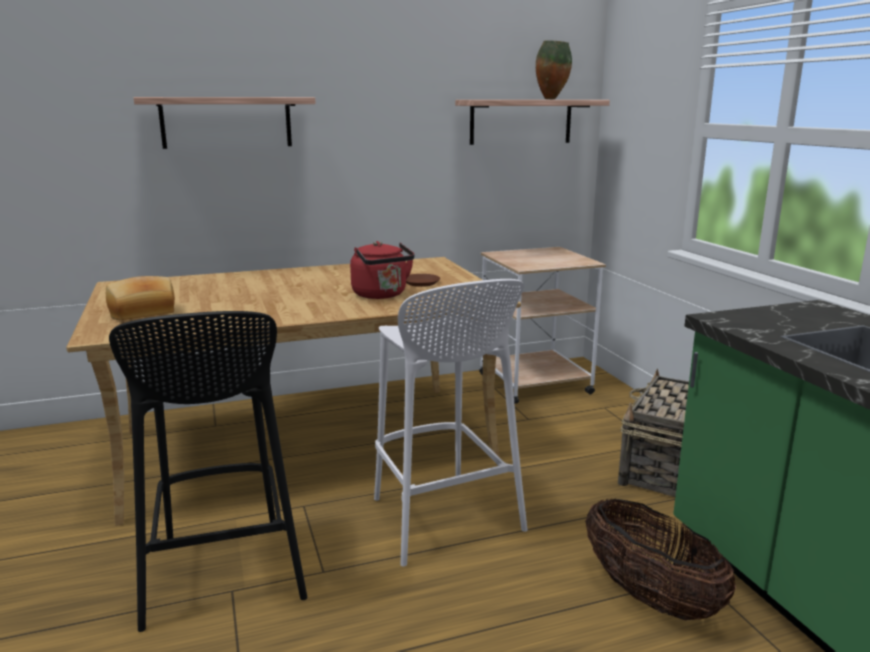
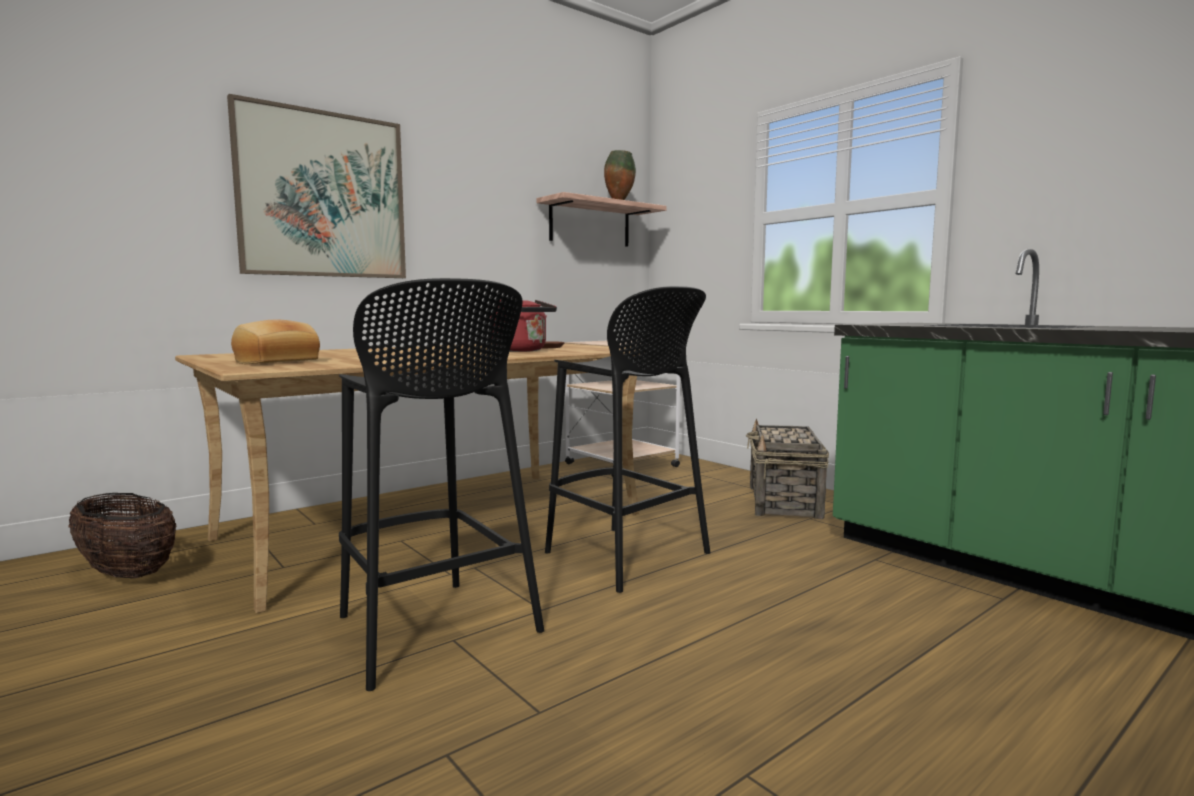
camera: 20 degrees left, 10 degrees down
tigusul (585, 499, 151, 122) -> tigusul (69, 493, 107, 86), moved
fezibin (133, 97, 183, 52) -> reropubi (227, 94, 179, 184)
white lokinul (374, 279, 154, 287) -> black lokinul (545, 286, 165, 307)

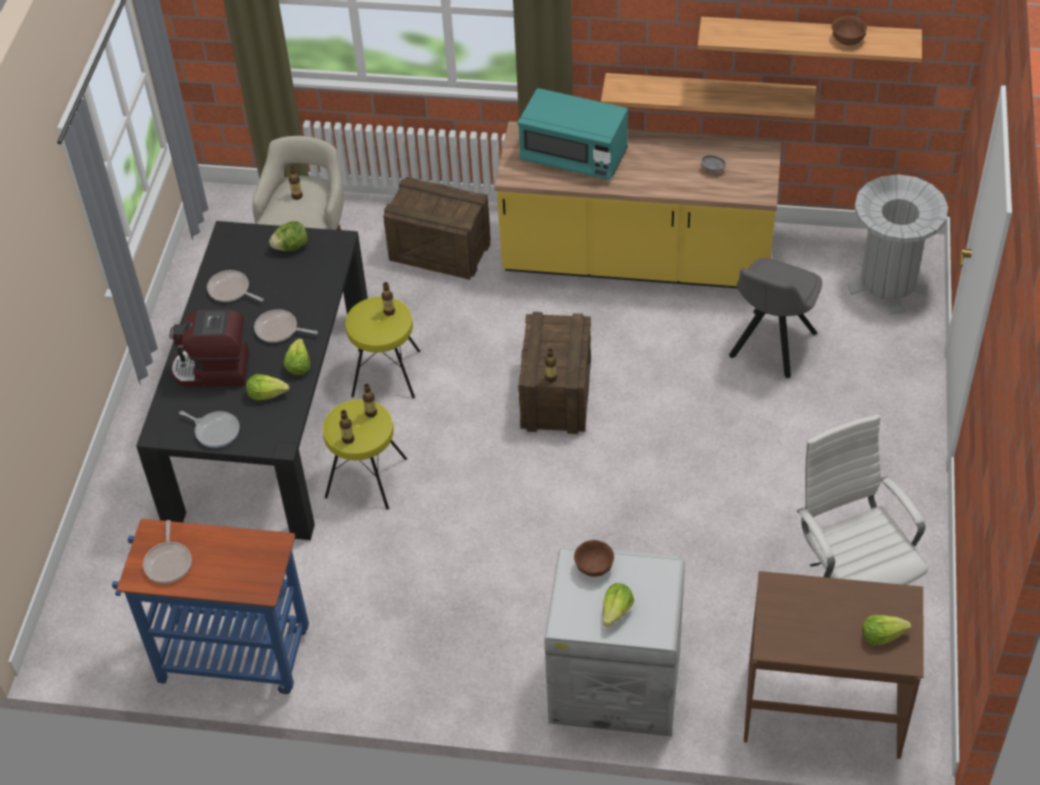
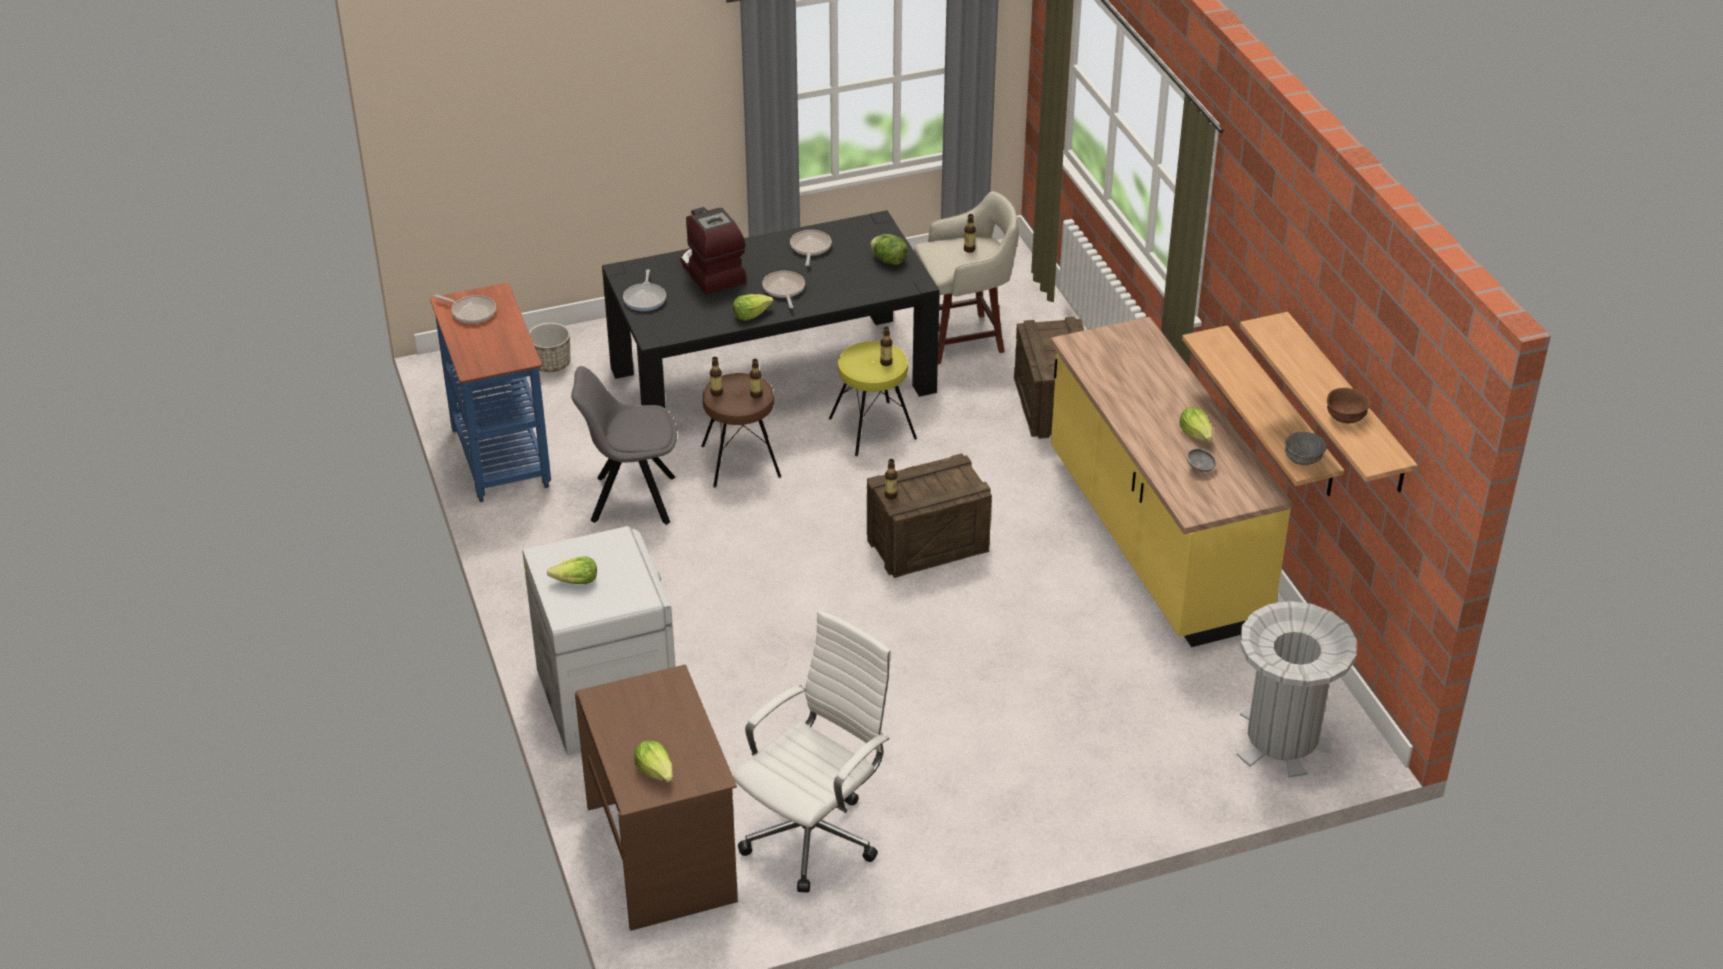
camera: 60 degrees right, 10 degrees down
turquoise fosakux (517, 88, 111, 92) -> none
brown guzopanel (574, 540, 40, 37) -> none
none -> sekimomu (529, 323, 41, 49)
none -> grey guzopanel (1285, 432, 41, 33)
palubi (246, 374, 43, 26) -> palubi (1180, 407, 33, 35), moved
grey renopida (729, 258, 93, 120) -> grey renopida (571, 366, 106, 159), moved
yellow lokinul (323, 399, 84, 111) -> brown lokinul (701, 373, 80, 115)
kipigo (143, 520, 49, 63) -> kipigo (434, 294, 62, 30), 120 degrees counterclockwise

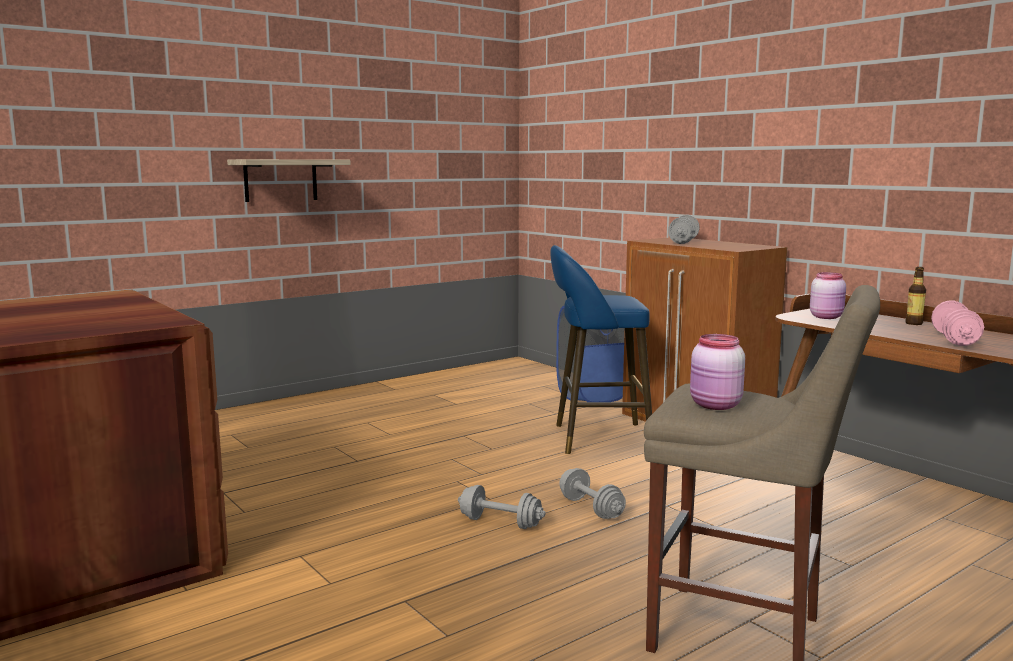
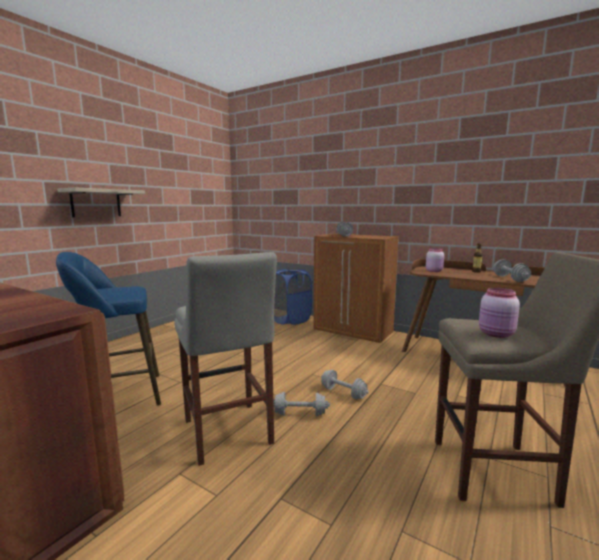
camera: 20 degrees left, 0 degrees up
none -> grey lokinul (174, 252, 103, 214)
blue lokinul (550, 245, 102, 209) -> blue lokinul (56, 252, 105, 154), moved
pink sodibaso (931, 301, 53, 45) -> grey sodibaso (493, 259, 38, 23)

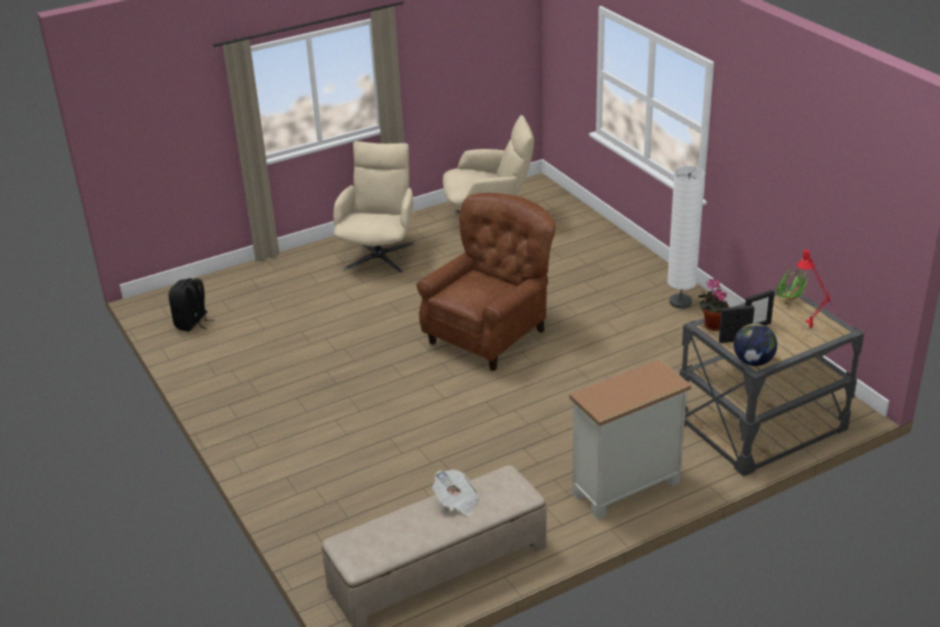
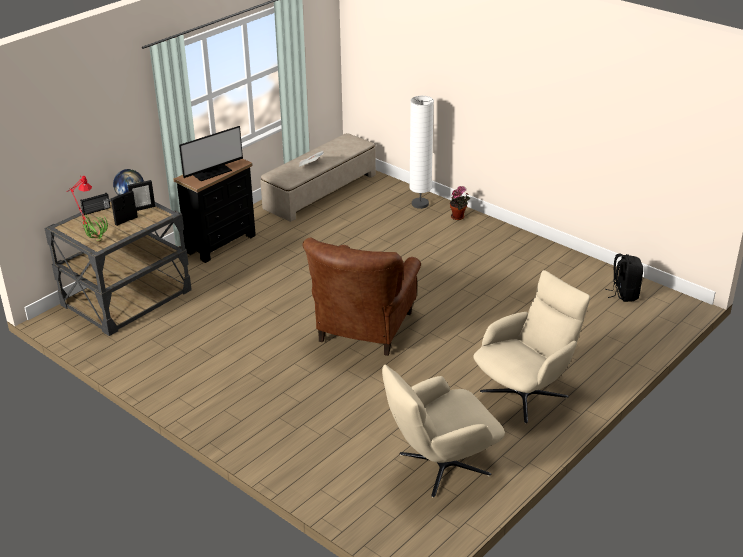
camera: 160 degrees right, 0 degrees up
none -> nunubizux (80, 193, 31, 22)
none -> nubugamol (179, 126, 64, 55)
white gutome (667, 166, 38, 143) -> white gutome (409, 96, 25, 113), moved
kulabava (698, 279, 31, 52) -> kulabava (450, 186, 20, 34), moved
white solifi (569, 359, 123, 160) -> black solifi (174, 159, 82, 104)
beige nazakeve (334, 141, 79, 133) -> beige nazakeve (473, 270, 117, 153), 120 degrees counterclockwise

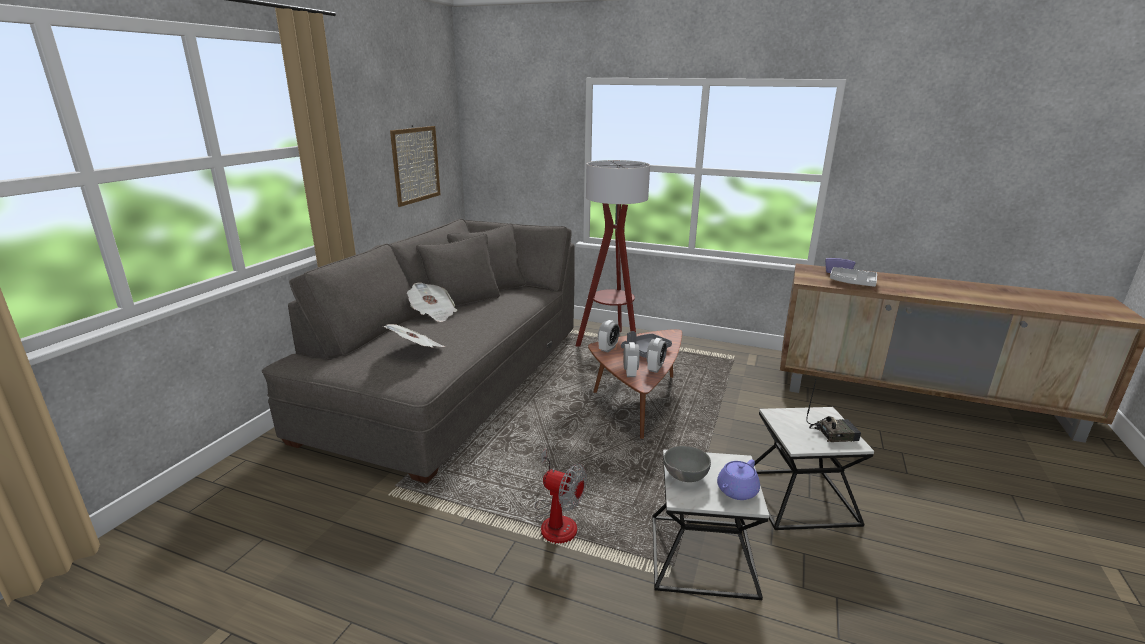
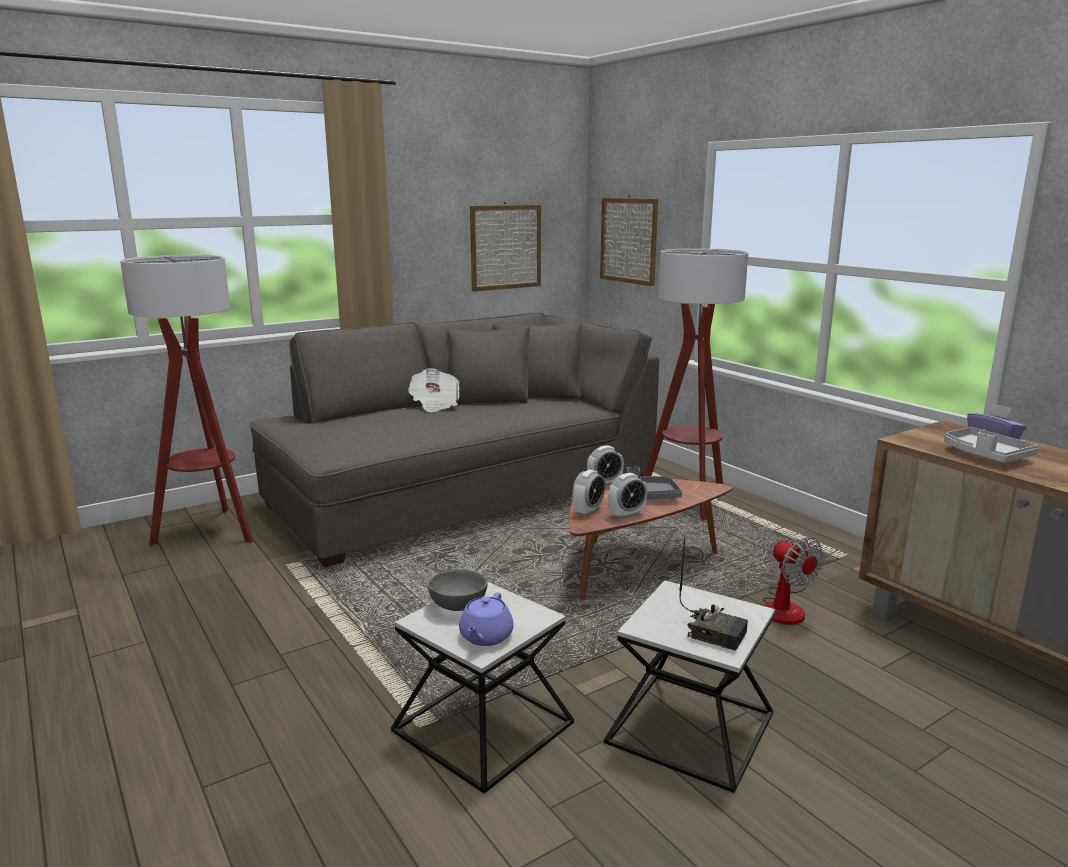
camera: 35 degrees right, 5 degrees down
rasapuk (383, 324, 62, 24) -> none
none -> gutome (120, 255, 133, 291)
none -> reropubi (600, 195, 58, 91)
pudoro (535, 449, 52, 95) -> pudoro (763, 537, 61, 88), moved
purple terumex (717, 459, 43, 41) -> purple terumex (459, 593, 55, 53), 60 degrees counterclockwise

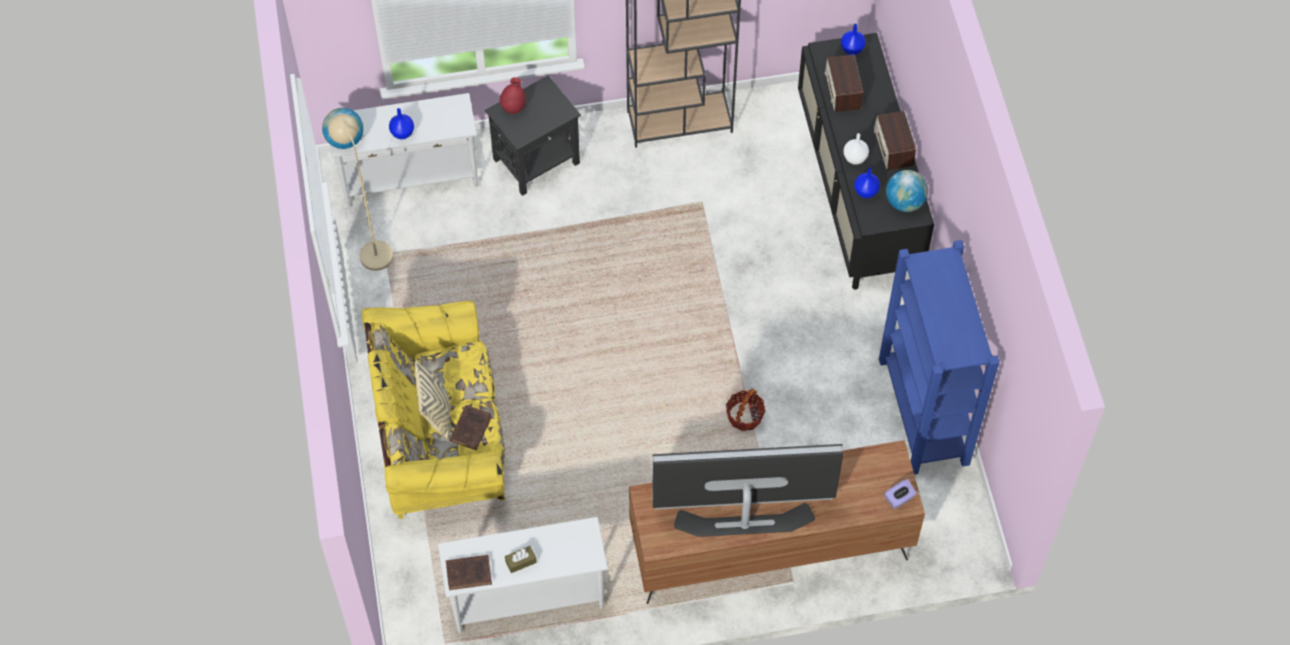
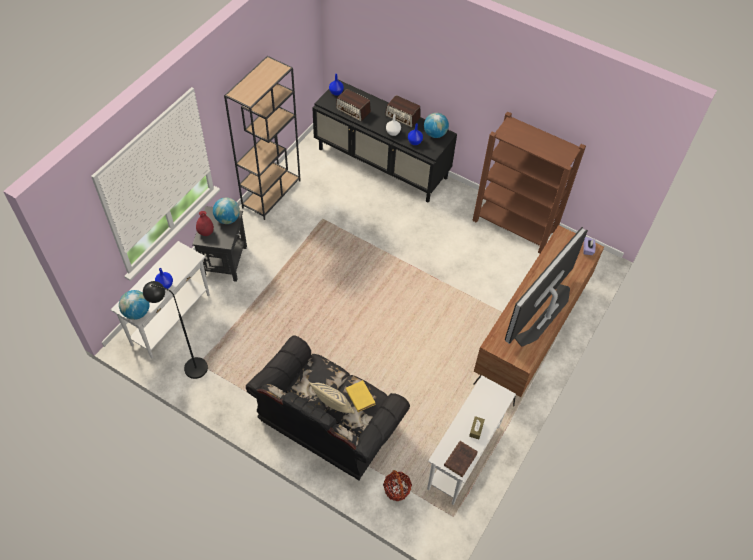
camera: 50 degrees left, 5 degrees down
none -> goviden (213, 197, 27, 27)
tigusul (726, 388, 39, 43) -> tigusul (383, 470, 29, 31), moved
beige gutome (328, 114, 65, 157) -> black gutome (143, 281, 65, 98)
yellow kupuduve (362, 301, 143, 218) -> black kupuduve (246, 336, 164, 145)
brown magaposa (450, 405, 42, 45) -> yellow magaposa (346, 380, 30, 32)
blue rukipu (879, 240, 120, 235) -> brown rukipu (473, 112, 113, 141)

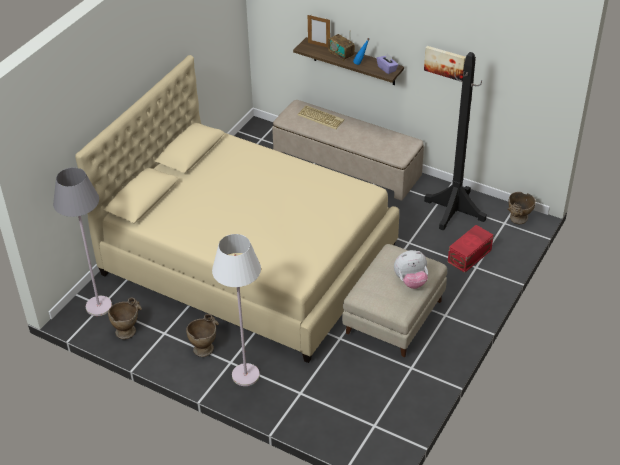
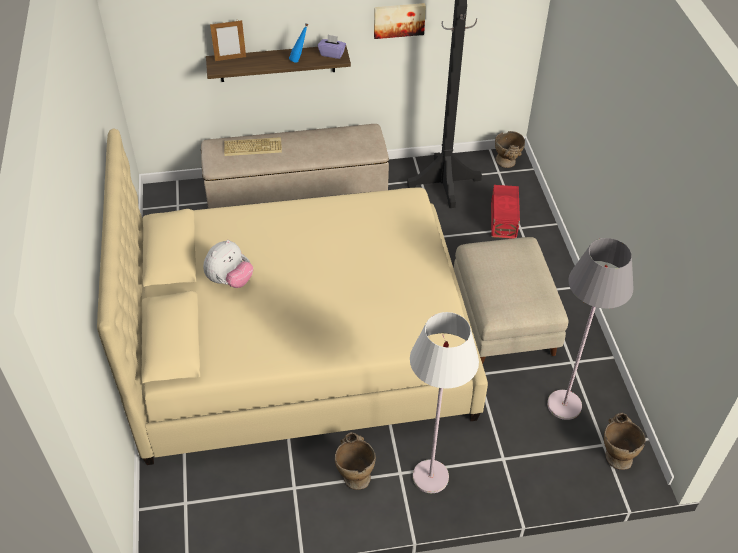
camera: 40 degrees left, 5 degrees up
nunubizux (328, 34, 27, 28) -> none
grey gutome (53, 167, 59, 149) -> grey gutome (547, 238, 86, 182), moved
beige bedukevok (108, 298, 34, 42) -> beige bedukevok (604, 413, 42, 57), moved
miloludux (394, 250, 34, 39) -> miloludux (203, 240, 50, 48), moved

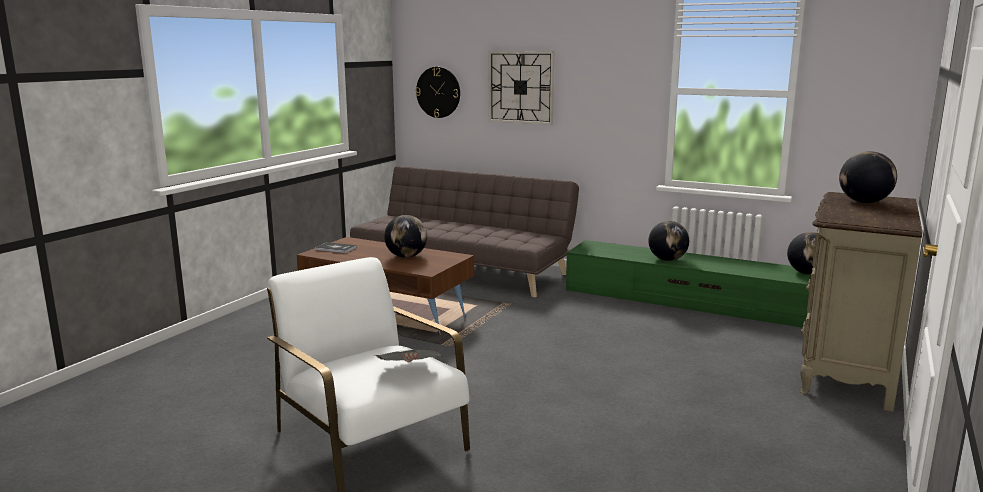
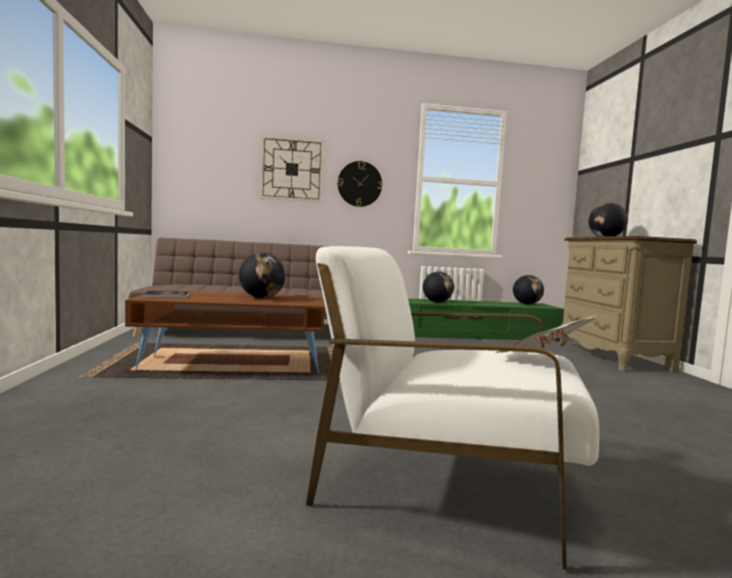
camera: 35 degrees left, 10 degrees down
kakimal (416, 67, 44, 51) -> kakimal (338, 161, 44, 46), moved

